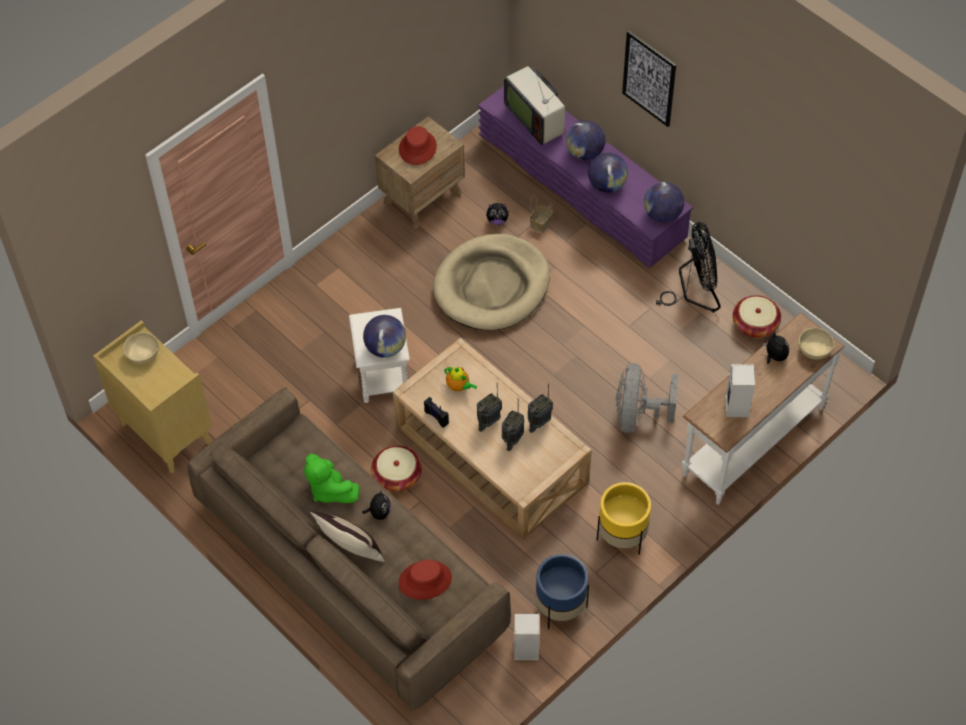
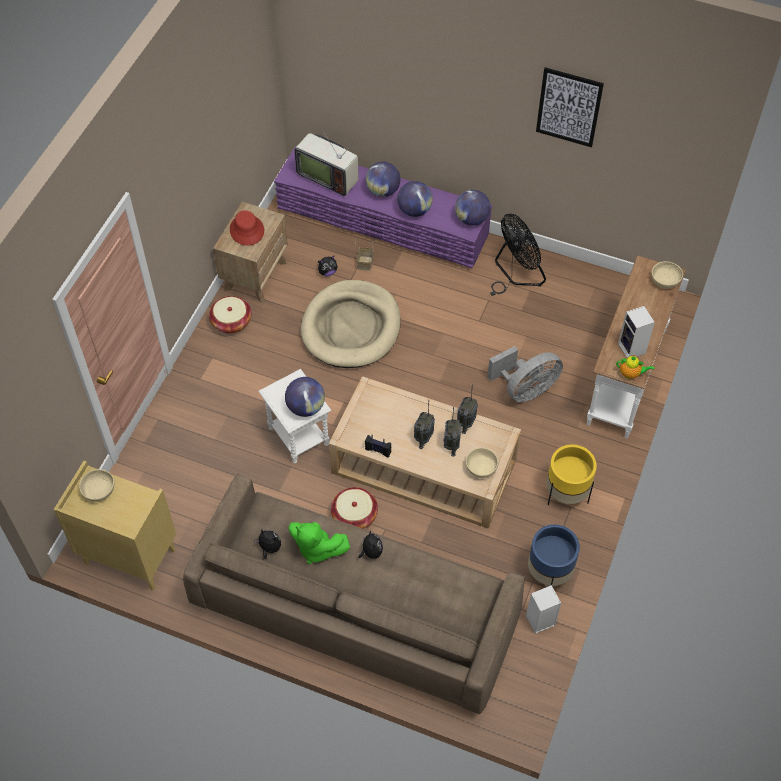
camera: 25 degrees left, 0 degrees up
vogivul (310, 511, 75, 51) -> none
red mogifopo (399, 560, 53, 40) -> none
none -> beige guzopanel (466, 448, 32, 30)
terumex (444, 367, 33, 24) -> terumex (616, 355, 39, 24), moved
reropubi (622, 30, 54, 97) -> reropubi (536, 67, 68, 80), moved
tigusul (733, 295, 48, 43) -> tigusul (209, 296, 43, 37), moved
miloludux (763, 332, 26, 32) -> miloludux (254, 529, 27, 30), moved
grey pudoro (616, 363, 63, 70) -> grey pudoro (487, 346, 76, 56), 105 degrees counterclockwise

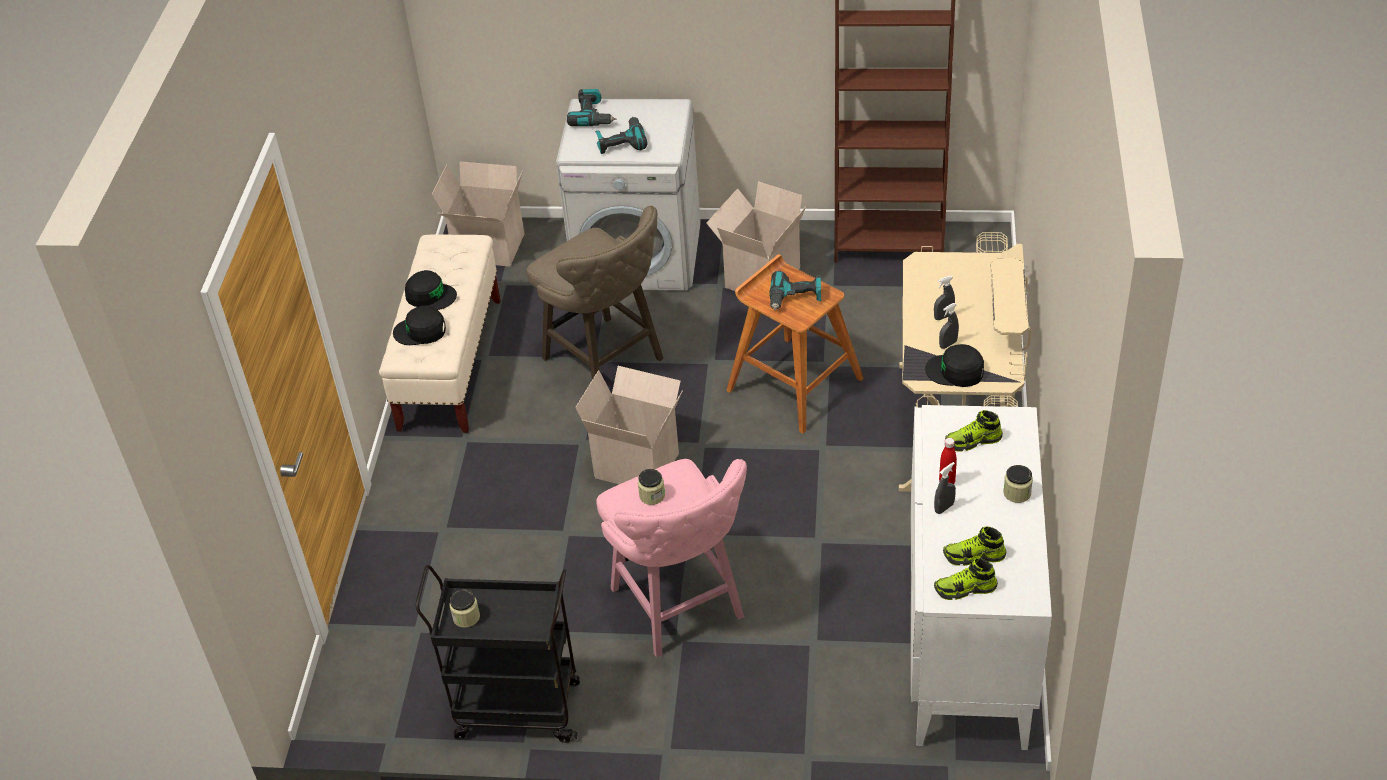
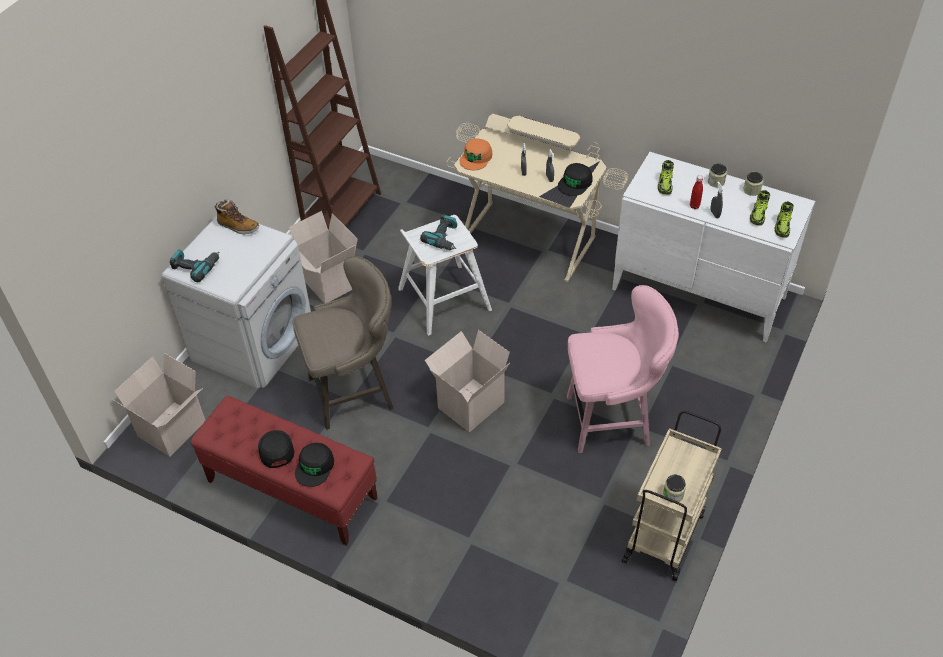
camera: 70 degrees left, 5 degrees up
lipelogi (595, 117, 53, 37) -> none
none -> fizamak (214, 200, 45, 35)
none -> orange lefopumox (459, 138, 33, 32)
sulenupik (638, 469, 27, 36) -> sulenupik (743, 172, 20, 24), moved
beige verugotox (379, 234, 122, 199) -> red verugotox (191, 396, 187, 149)
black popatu (416, 565, 164, 178) -> beige popatu (622, 411, 100, 170)
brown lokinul (726, 254, 138, 180) -> white lokinul (398, 215, 94, 121)
black lefopumox (405, 270, 52, 40) -> black lefopumox (258, 430, 36, 38), 60 degrees counterclockwise

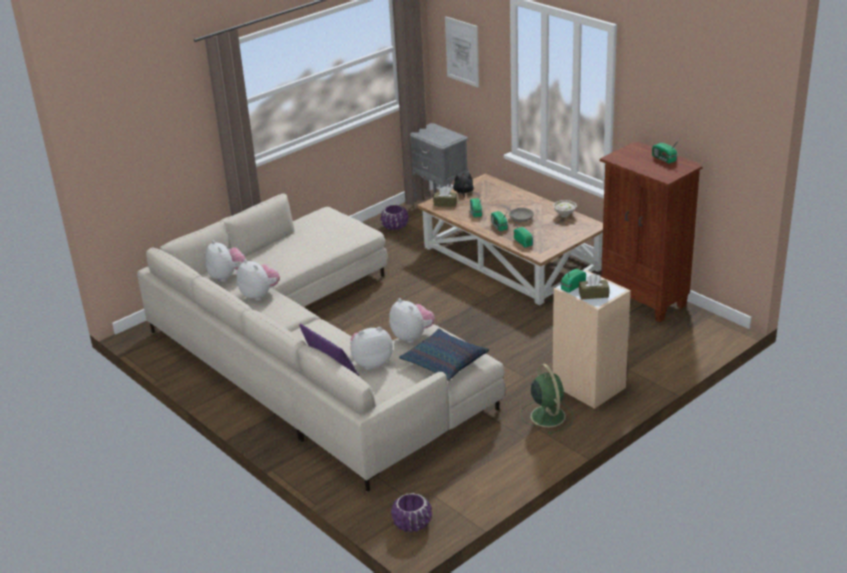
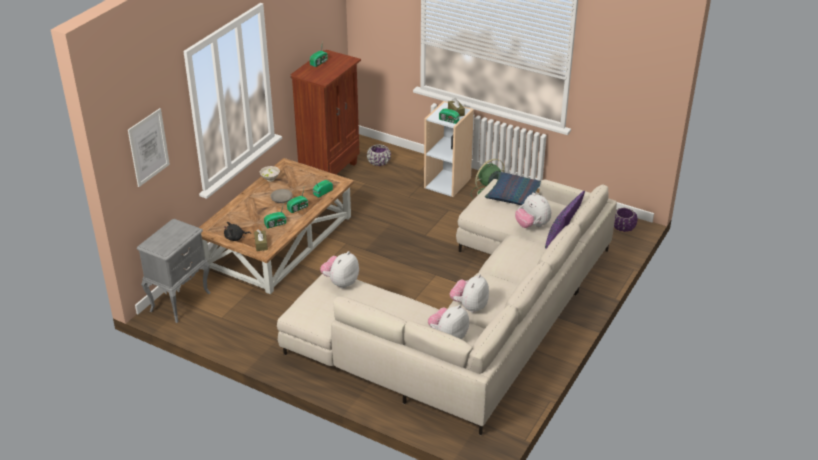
camera: 110 degrees left, 5 degrees up
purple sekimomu (380, 205, 29, 25) -> purple sekimomu (367, 144, 24, 22), moved
miloludux (389, 298, 46, 45) -> miloludux (320, 251, 39, 37), moved

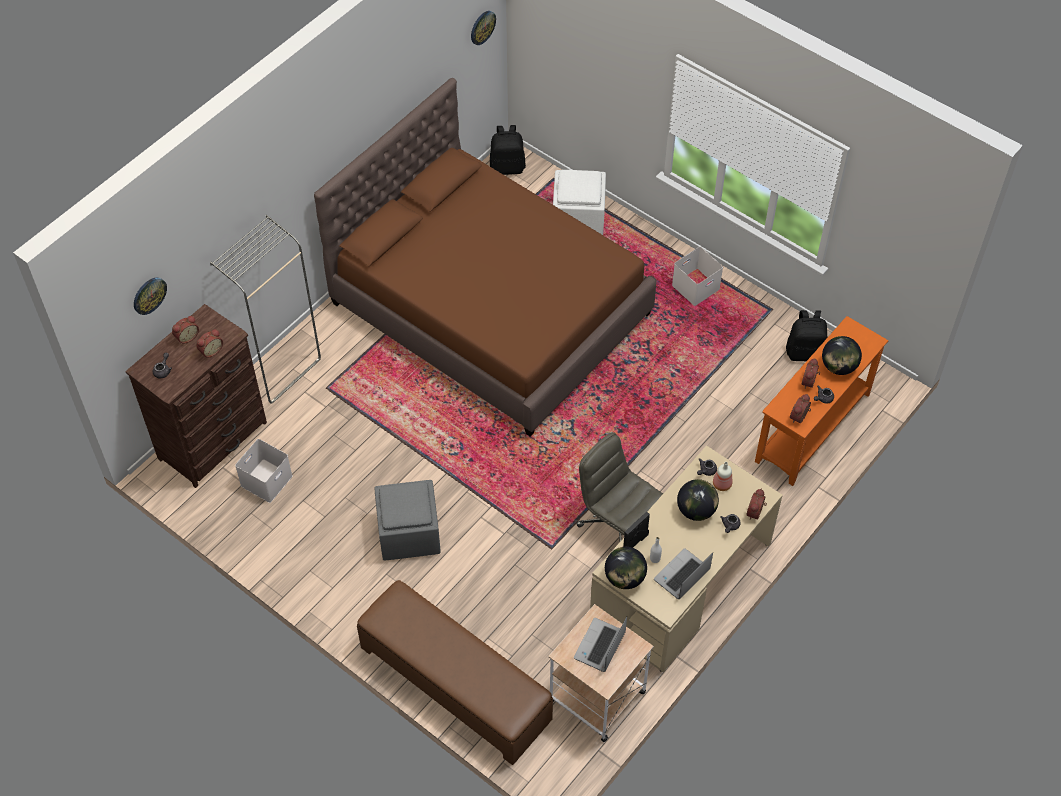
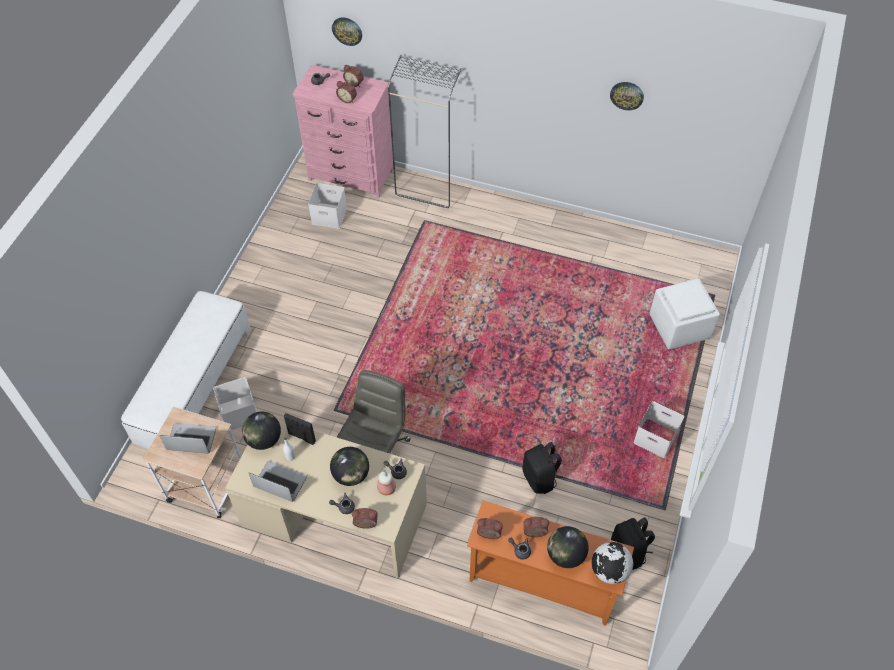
camera: 70 degrees right, 0 degrees up
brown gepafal (314, 78, 343, 358) -> none
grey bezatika (374, 480, 67, 81) -> none
none -> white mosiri (213, 377, 44, 55)
none -> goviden (592, 542, 41, 42)
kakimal (471, 11, 25, 34) -> kakimal (610, 82, 34, 28), moved
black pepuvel (490, 125, 36, 50) -> black pepuvel (522, 442, 41, 52), moved
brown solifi (125, 304, 142, 184) -> pink solifi (293, 65, 100, 133)
brown verugotox (357, 580, 196, 185) -> white verugotox (121, 291, 130, 158)

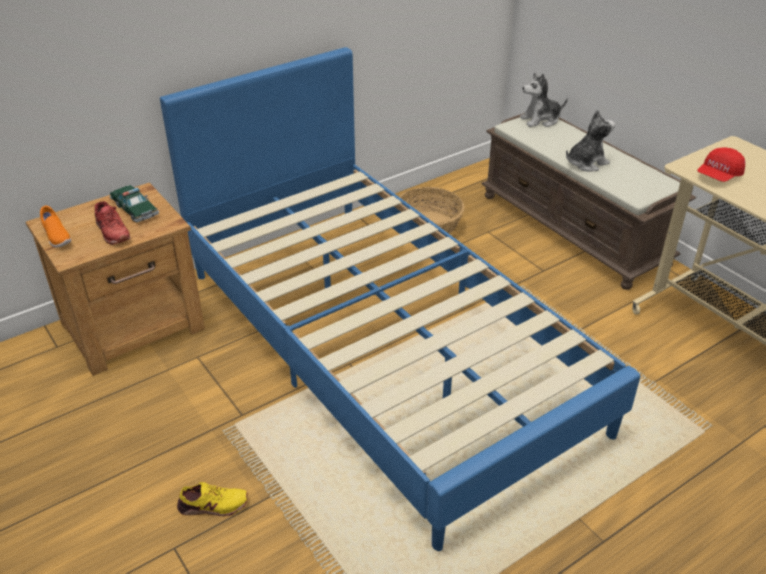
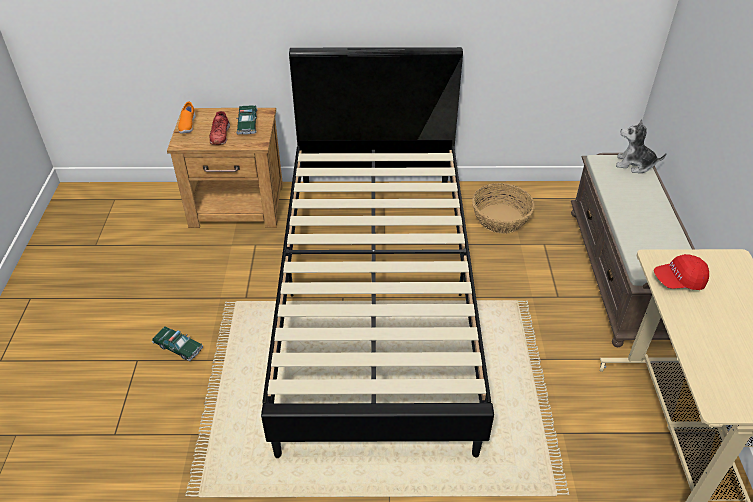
camera: 35 degrees right, 5 degrees up
miloludux (566, 110, 49, 62) -> none
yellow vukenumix (177, 482, 71, 34) -> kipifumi (152, 327, 51, 34)
blue gepafal (160, 47, 481, 504) -> black gepafal (261, 47, 233, 411)

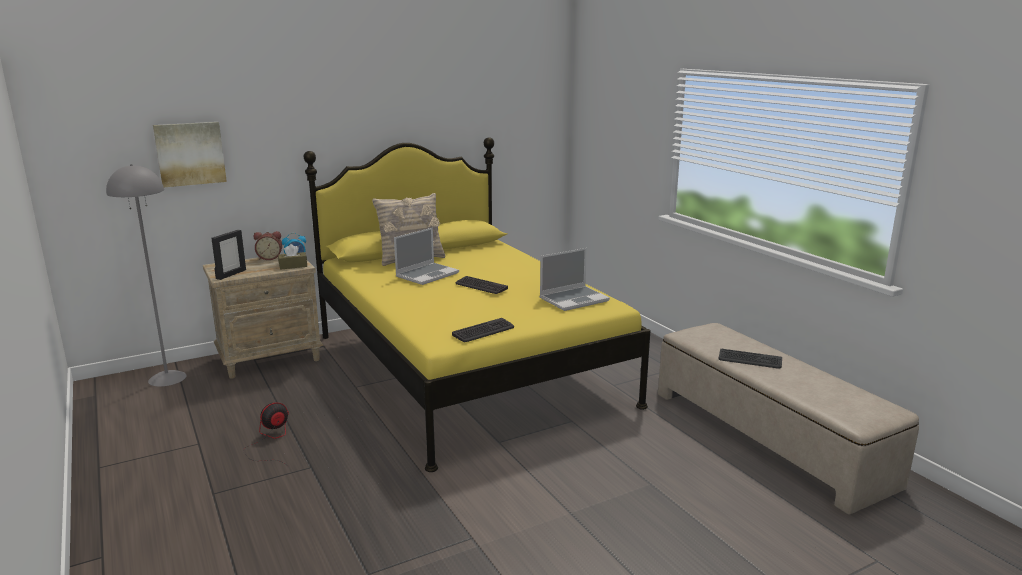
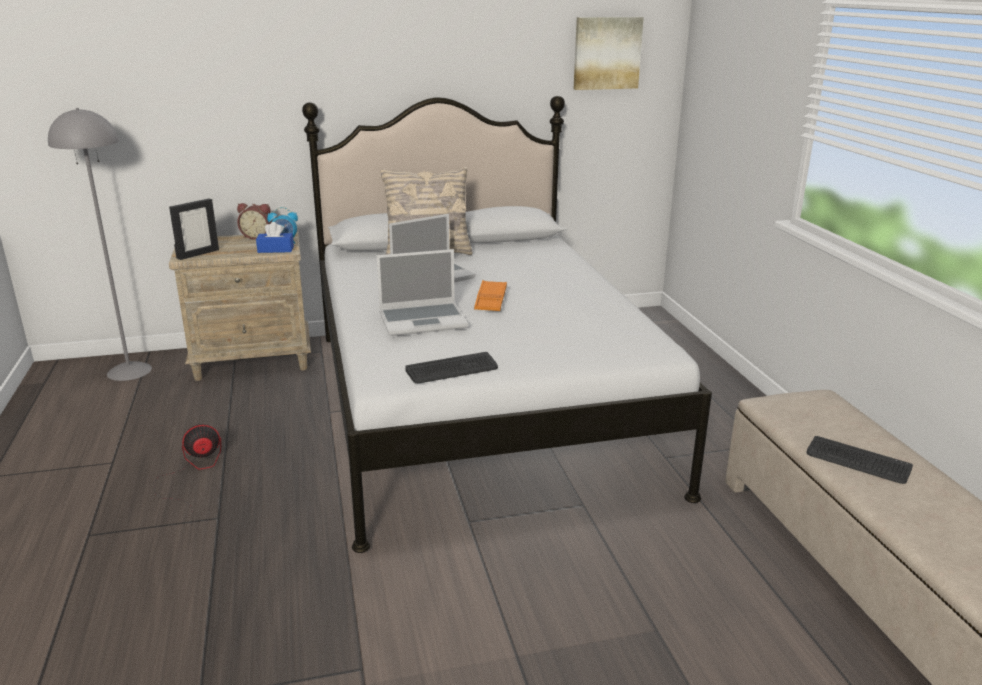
camera: 15 degrees right, 5 degrees up
reropubi (153, 122, 74, 65) -> reropubi (574, 17, 70, 73), moved
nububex (540, 248, 70, 63) -> nububex (376, 249, 92, 87), moved
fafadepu (456, 276, 52, 18) -> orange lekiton (474, 280, 33, 31)
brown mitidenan (278, 244, 29, 26) -> blue mitidenan (256, 222, 38, 31)
yellow gepafal (304, 137, 347, 335) -> white gepafal (302, 96, 410, 457)

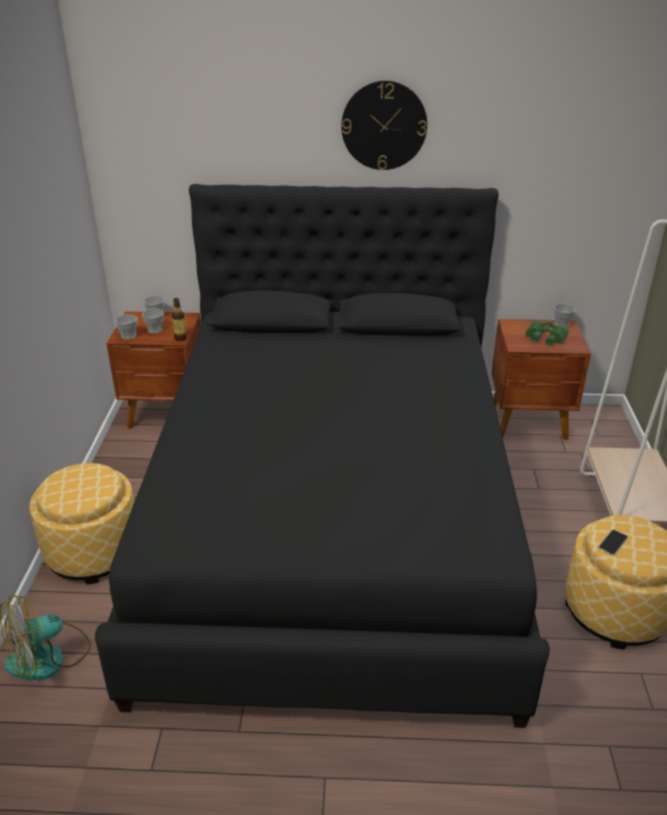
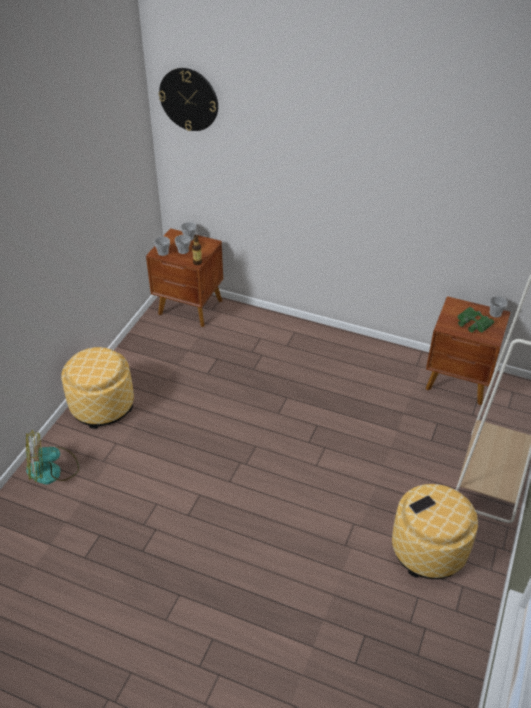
camera: 20 degrees right, 10 degrees up
black gepafal (95, 184, 455, 544) -> none
kakimal (341, 81, 86, 89) -> kakimal (159, 68, 59, 63), moved

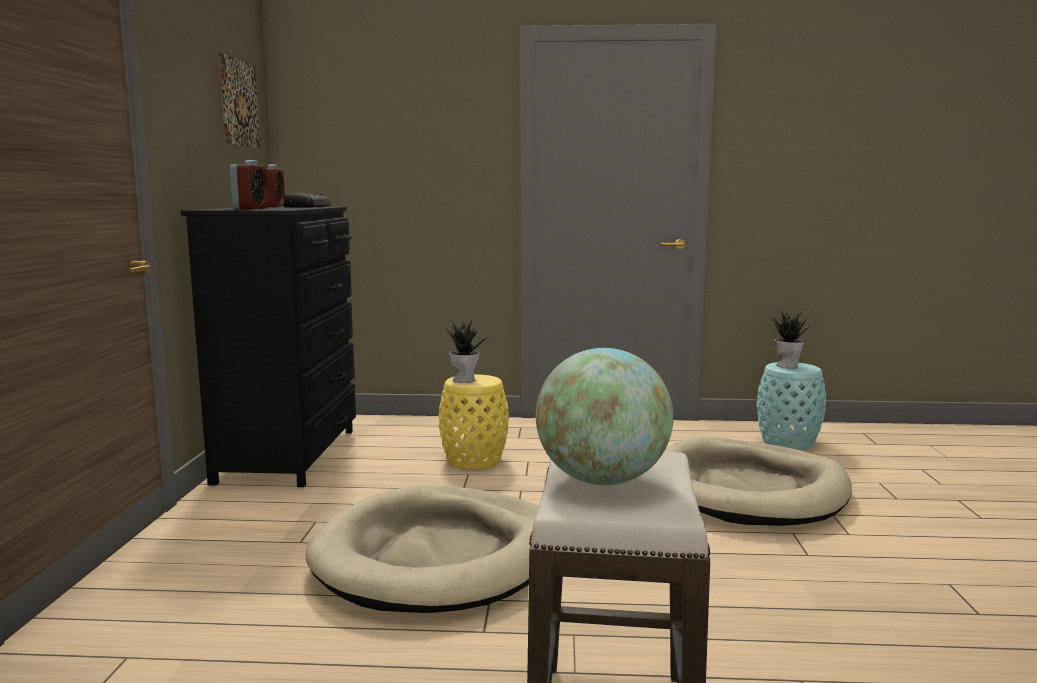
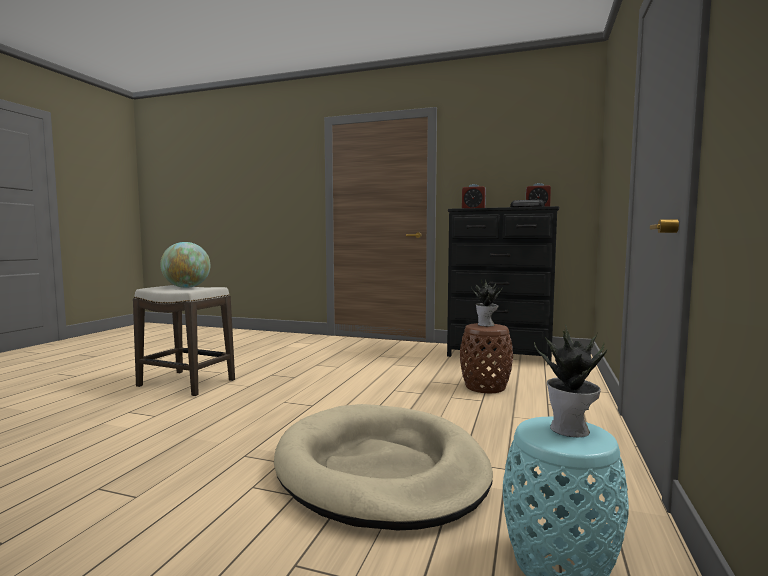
camera: 105 degrees right, 5 degrees down
reropubi (219, 53, 41, 95) -> none
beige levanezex (306, 485, 233, 128) -> none
yellow lokinul (439, 374, 70, 96) -> brown lokinul (460, 323, 53, 70)

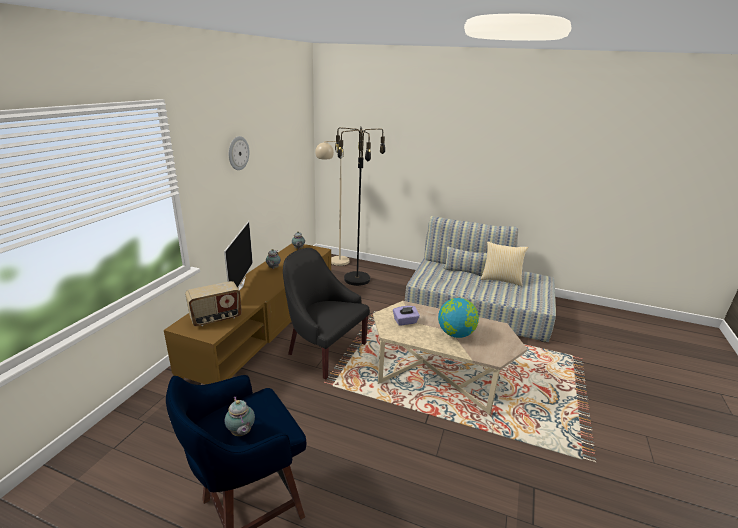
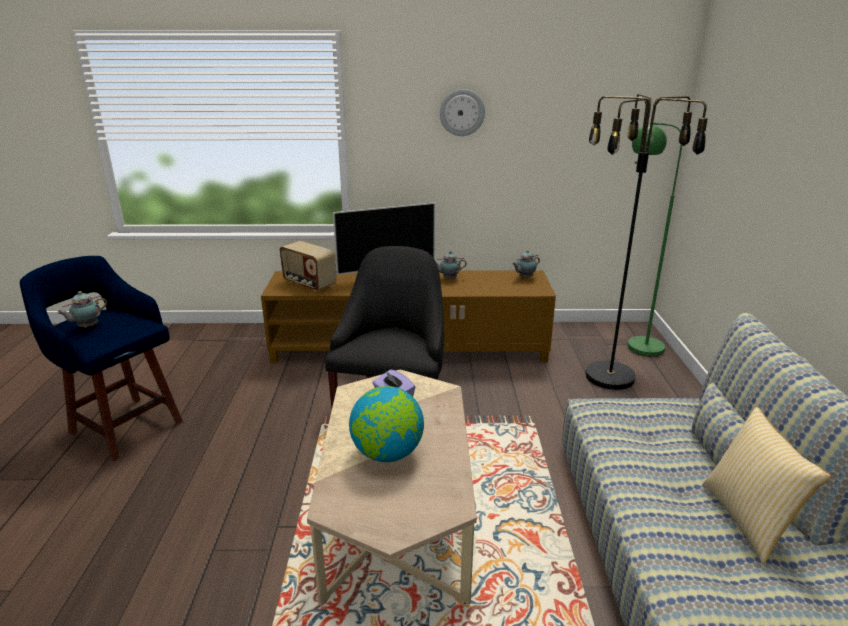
camera: 70 degrees right, 0 degrees up
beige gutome (315, 141, 35, 125) -> green gutome (628, 122, 54, 235)

